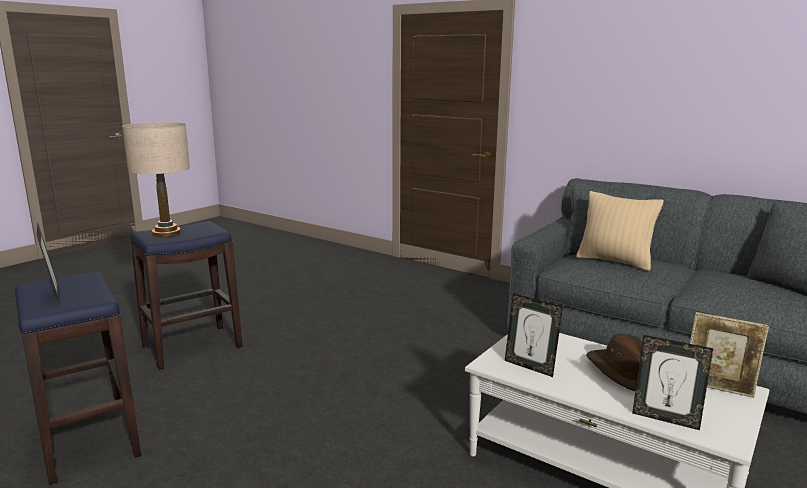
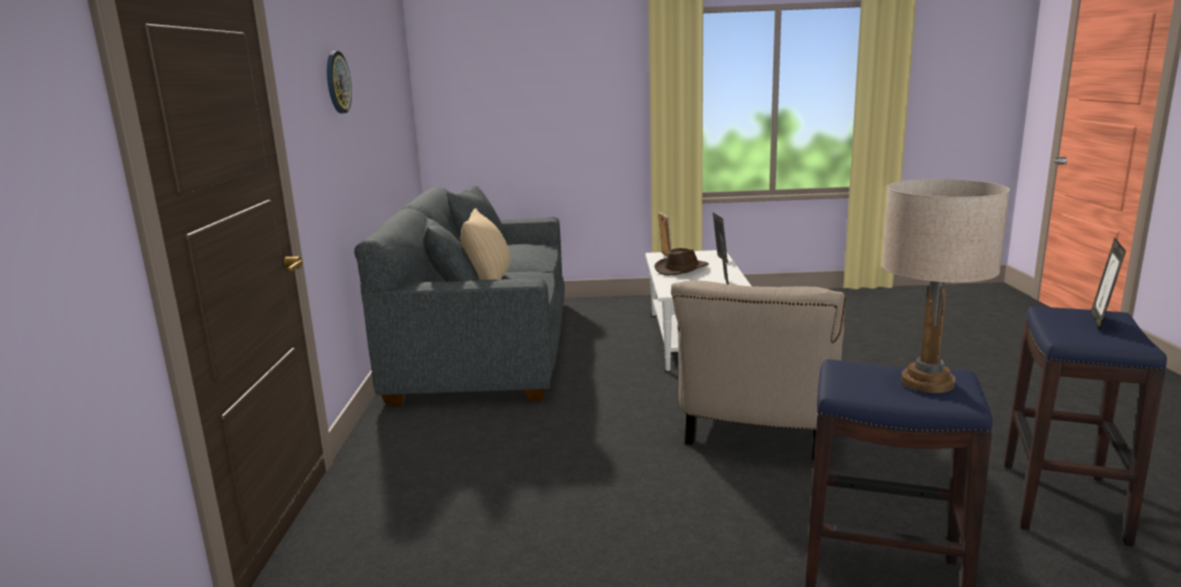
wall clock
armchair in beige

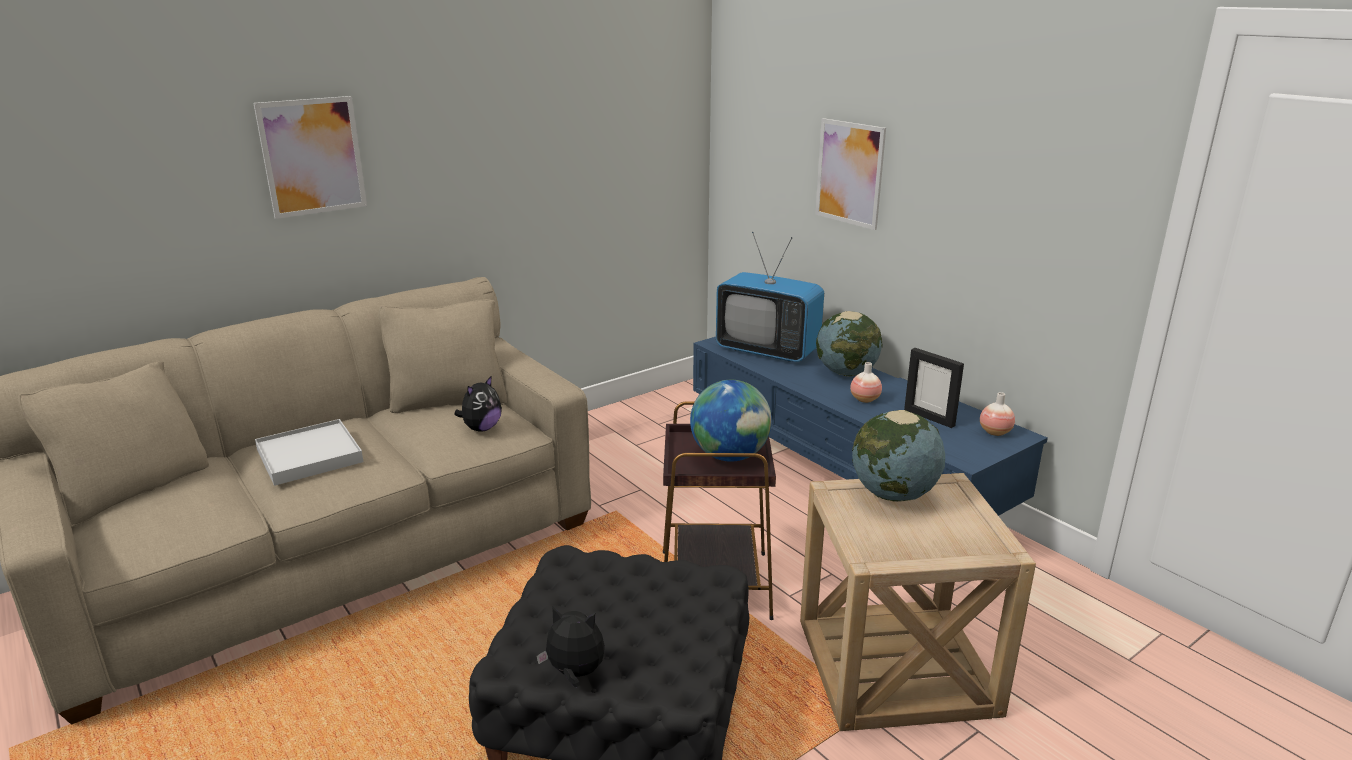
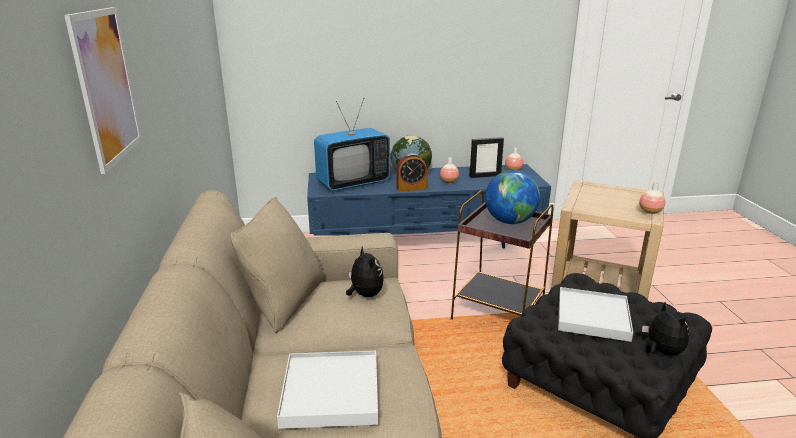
picture (no. 2 from left in the first image)
globe (no. 3 from left in the first image)
soft toy (no. 2 from left)
alarm clock
flower vase (no. 3 from left)
serving tray in whitish (no. 2 from left)

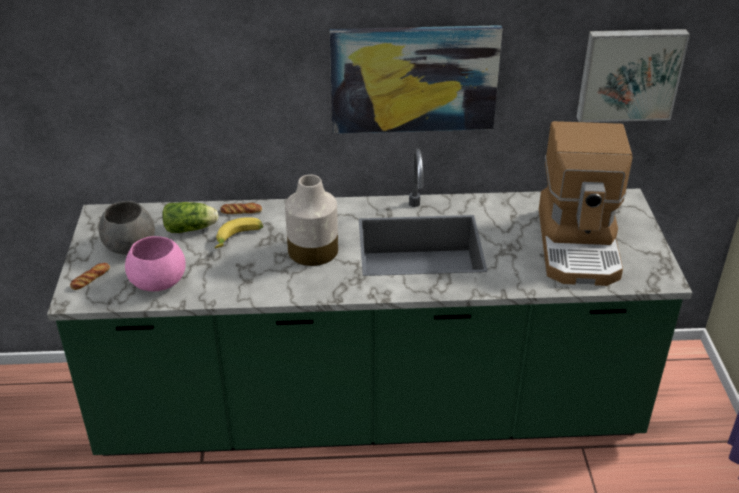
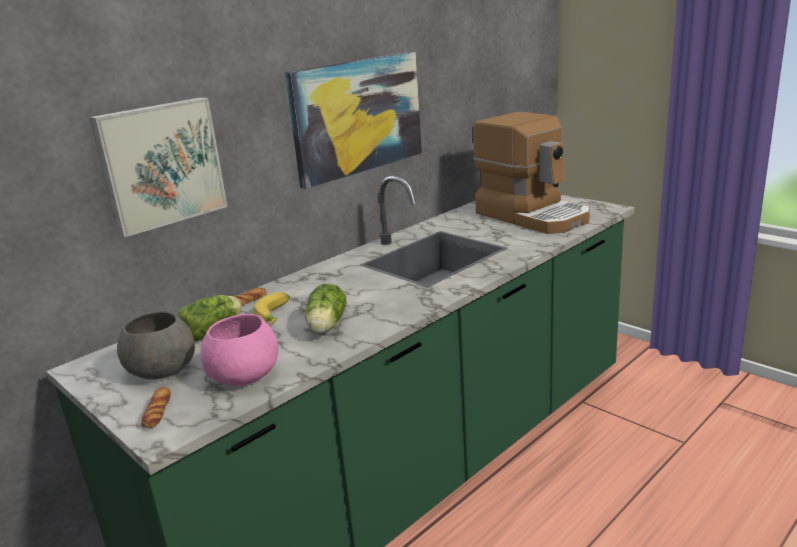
picture (no. 1 from left)
flower vase in beige
lettuce (no. 2 from left)

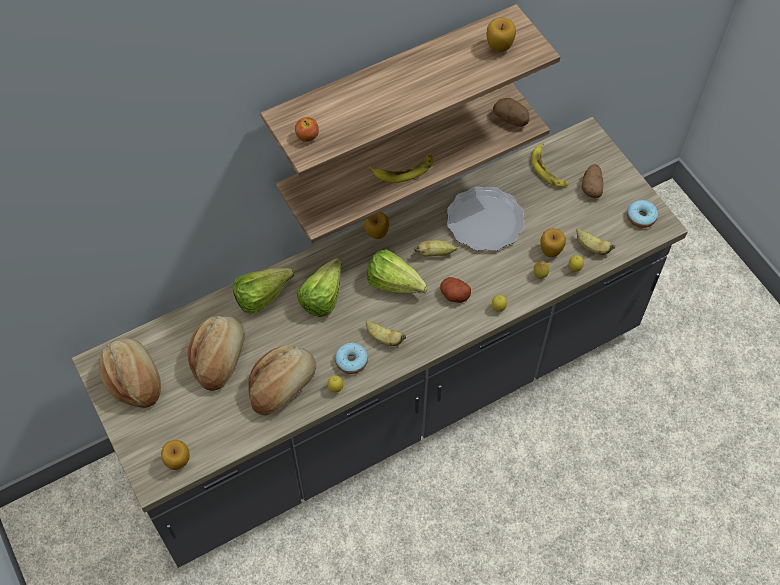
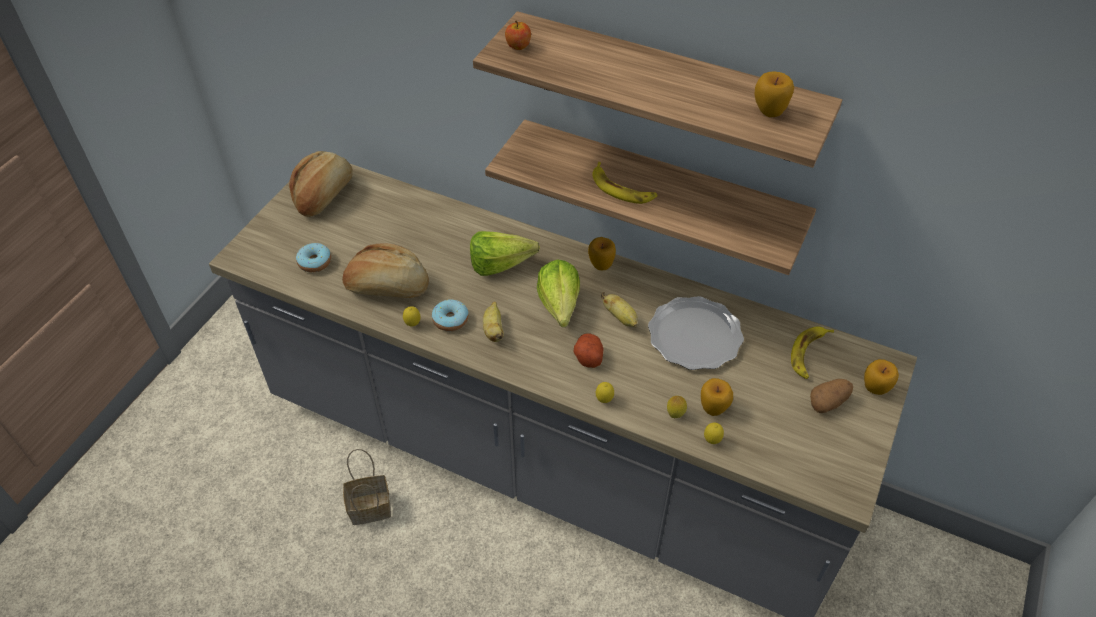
potato (no. 2 from left in the first image)
donut (no. 1 from left)
banana (no. 5 from left in the first image)
lettuce (no. 1 from left in the first image)
bakery bread (no. 2 from left in the first image)
whole apple (no. 5 from left)
storage basket

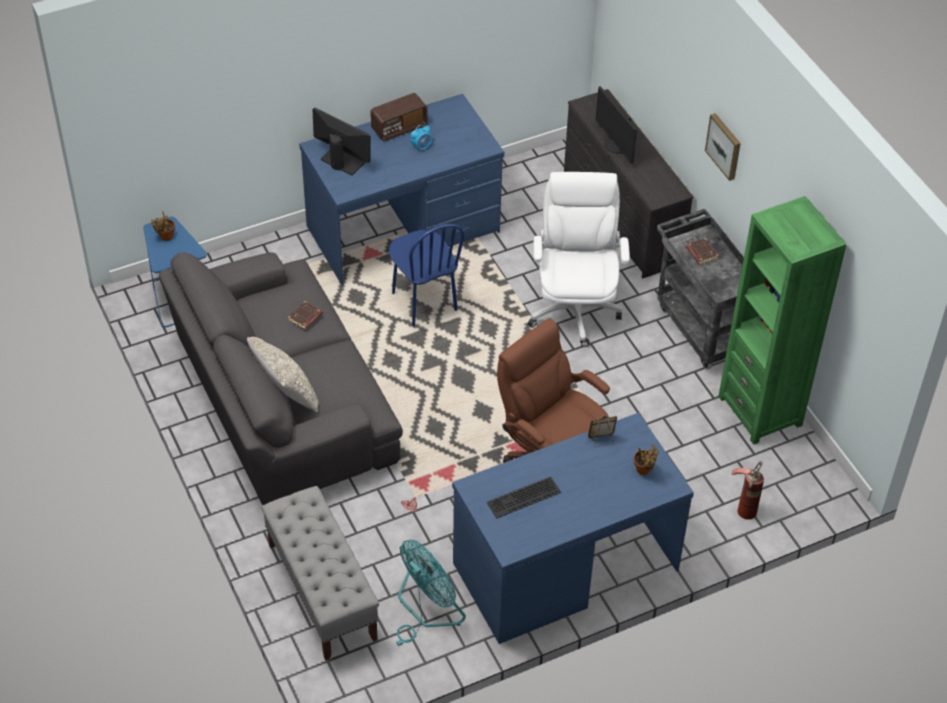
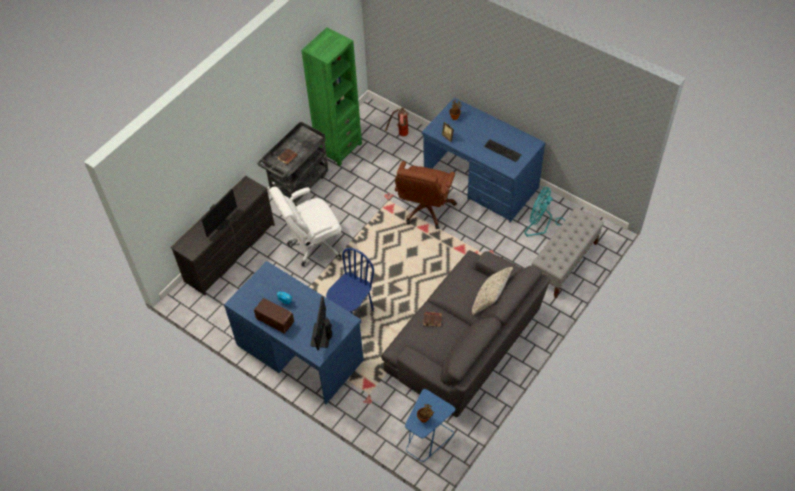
picture

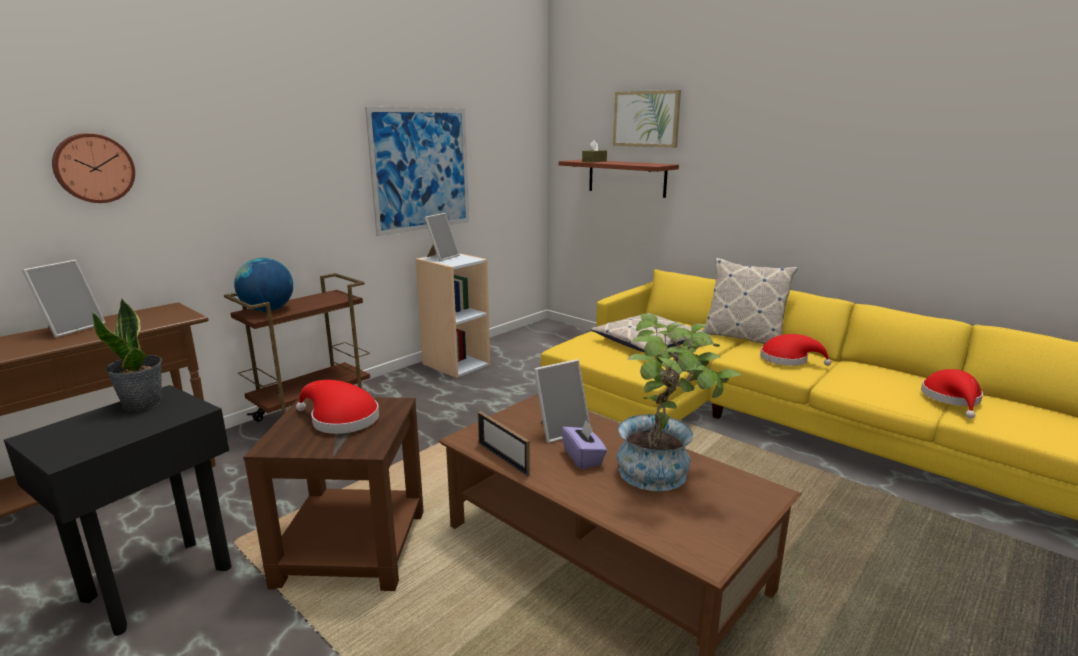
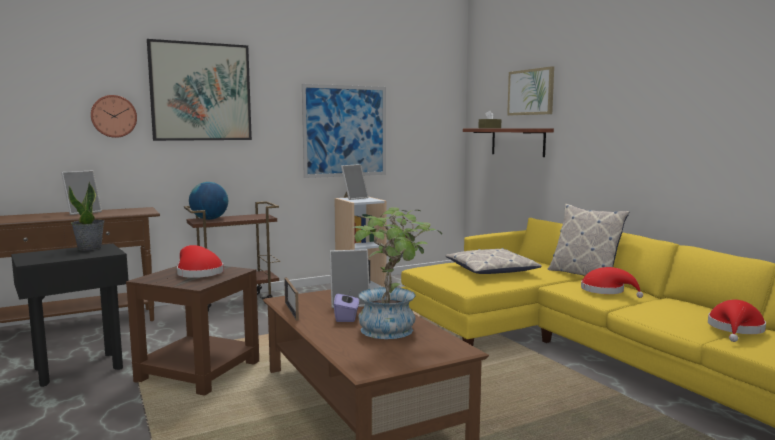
picture (no. 1 from left)

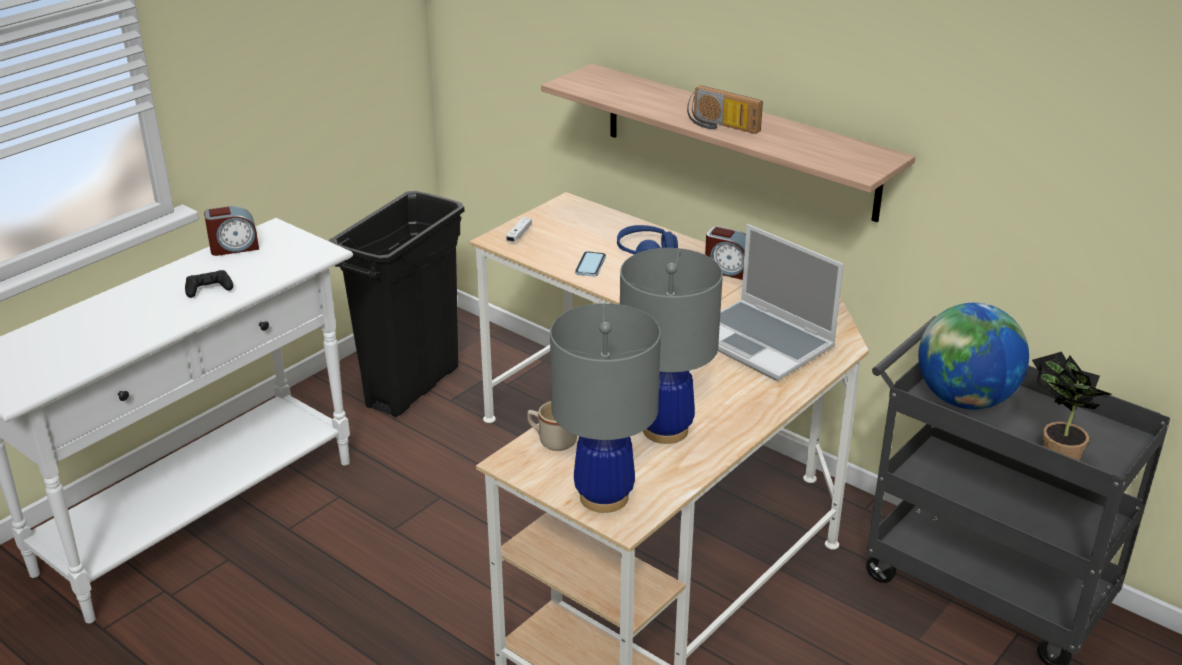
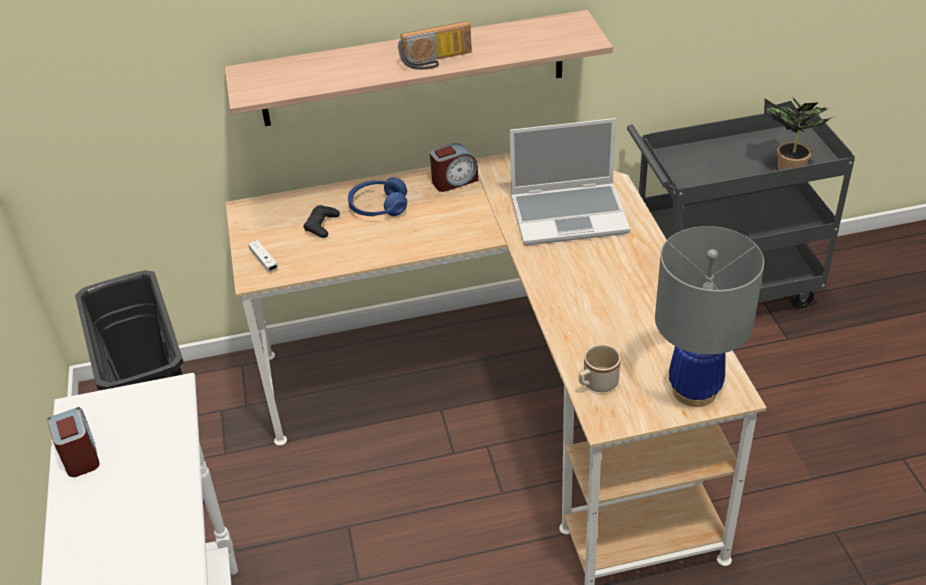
alarm clock (no. 1 from left)
table lamp in greyish (no. 2 from left in the first image)
phone
joypad in blackish
globe

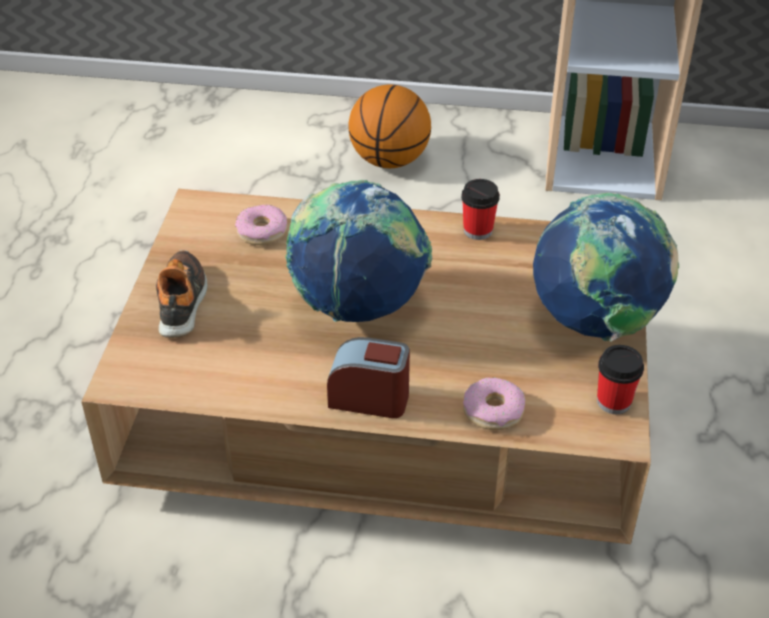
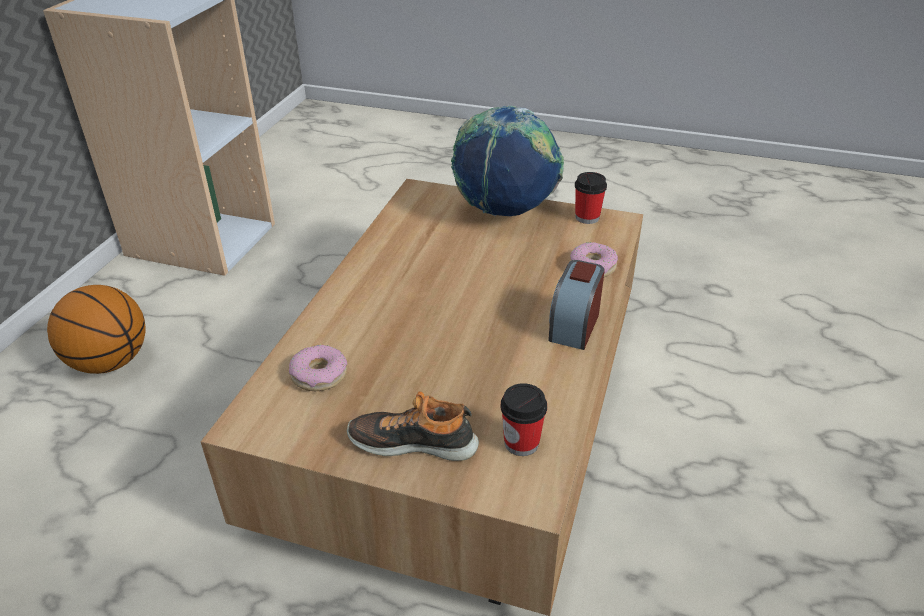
cup (no. 1 from left)
globe (no. 1 from left in the first image)

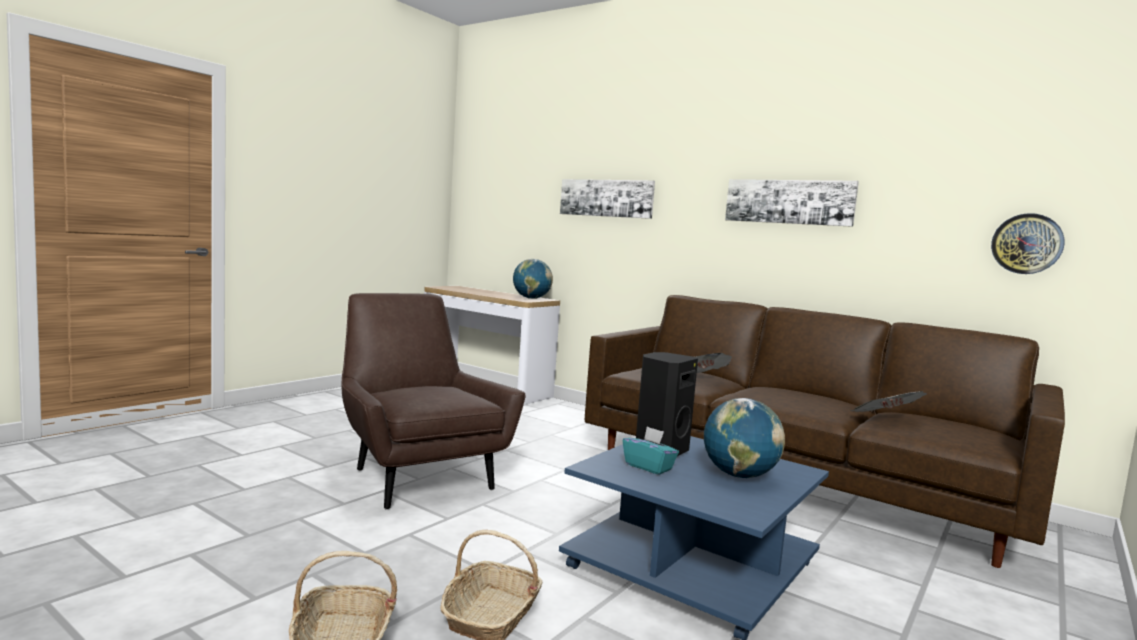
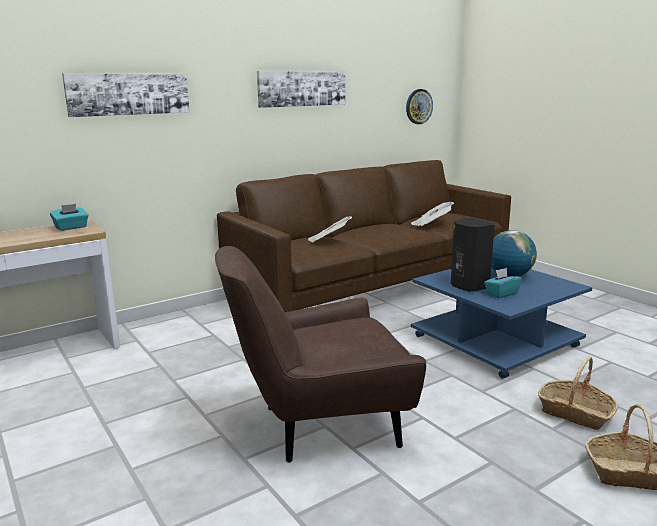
tissue holder in turquoise-coloured (no. 1 from left)

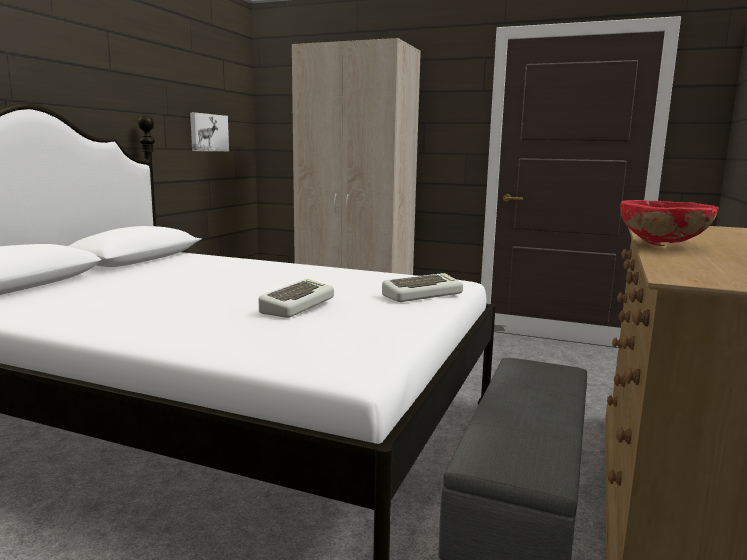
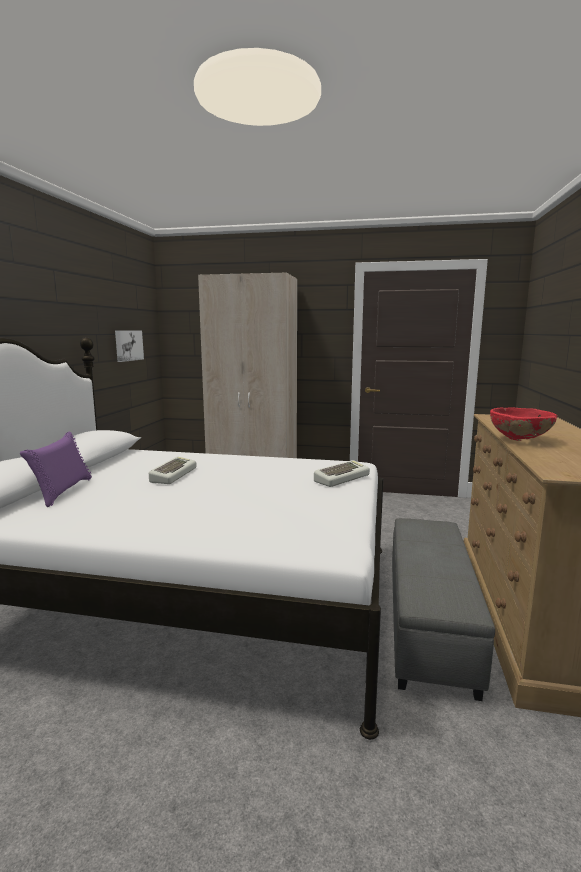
PC keyboard (no. 1 from left)
cushion in purple

